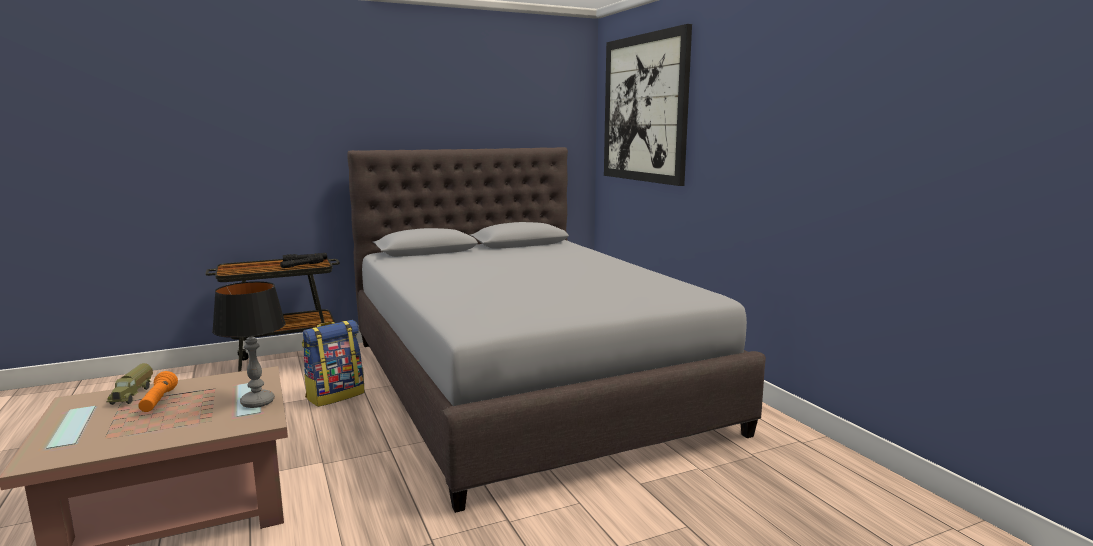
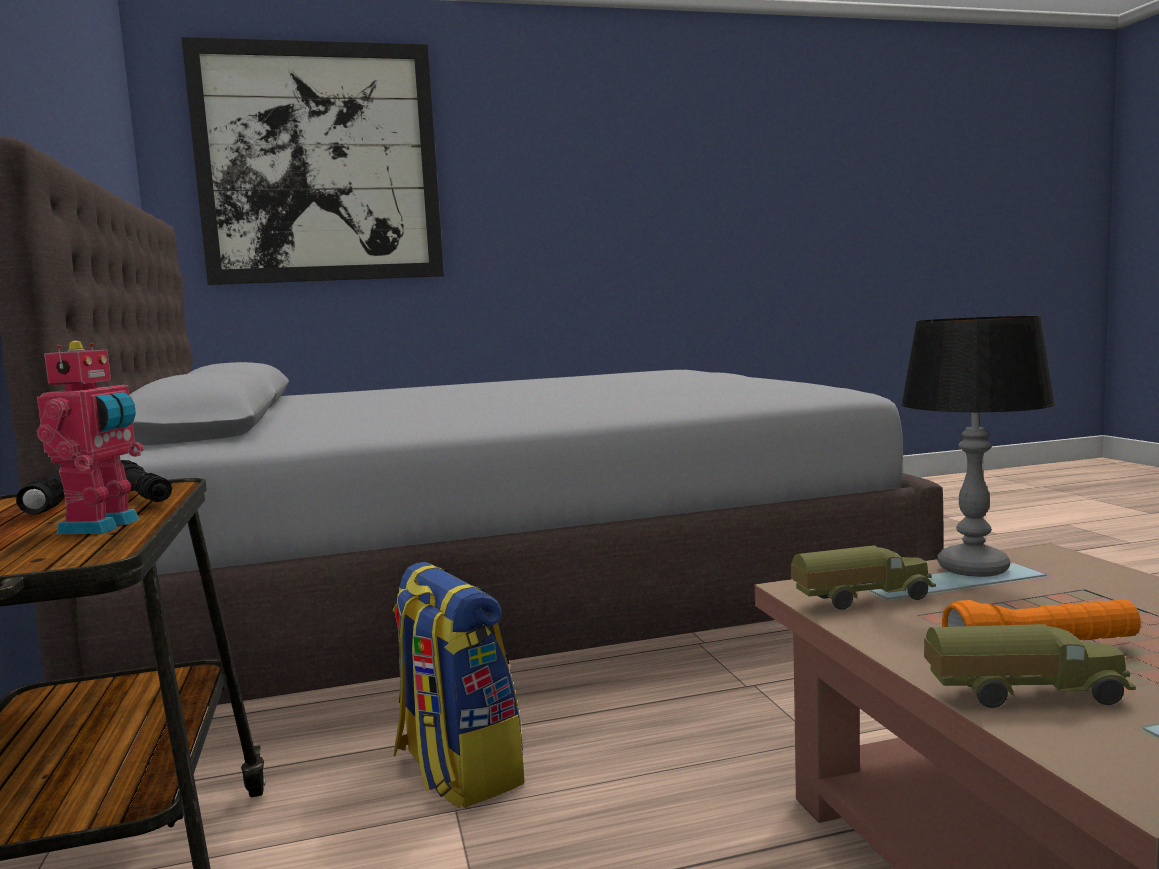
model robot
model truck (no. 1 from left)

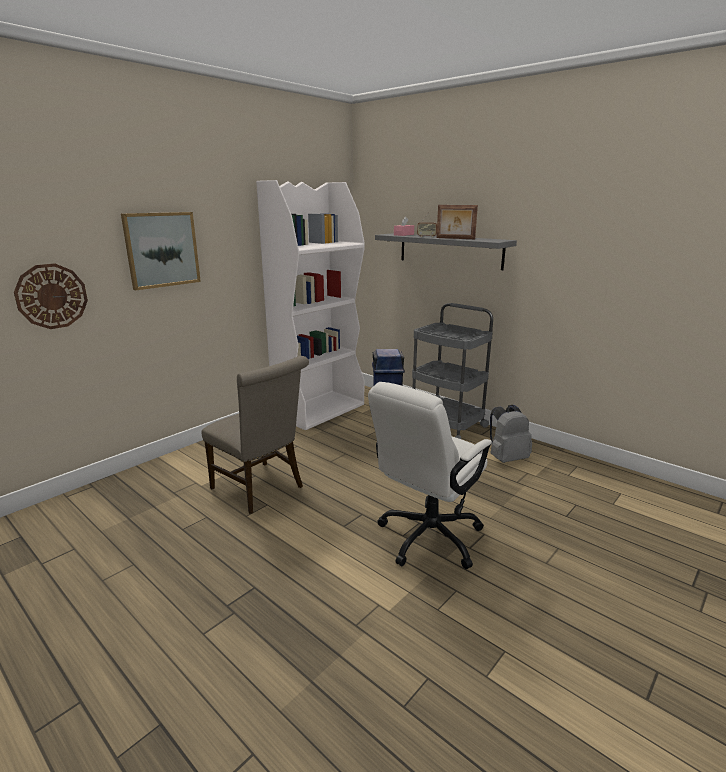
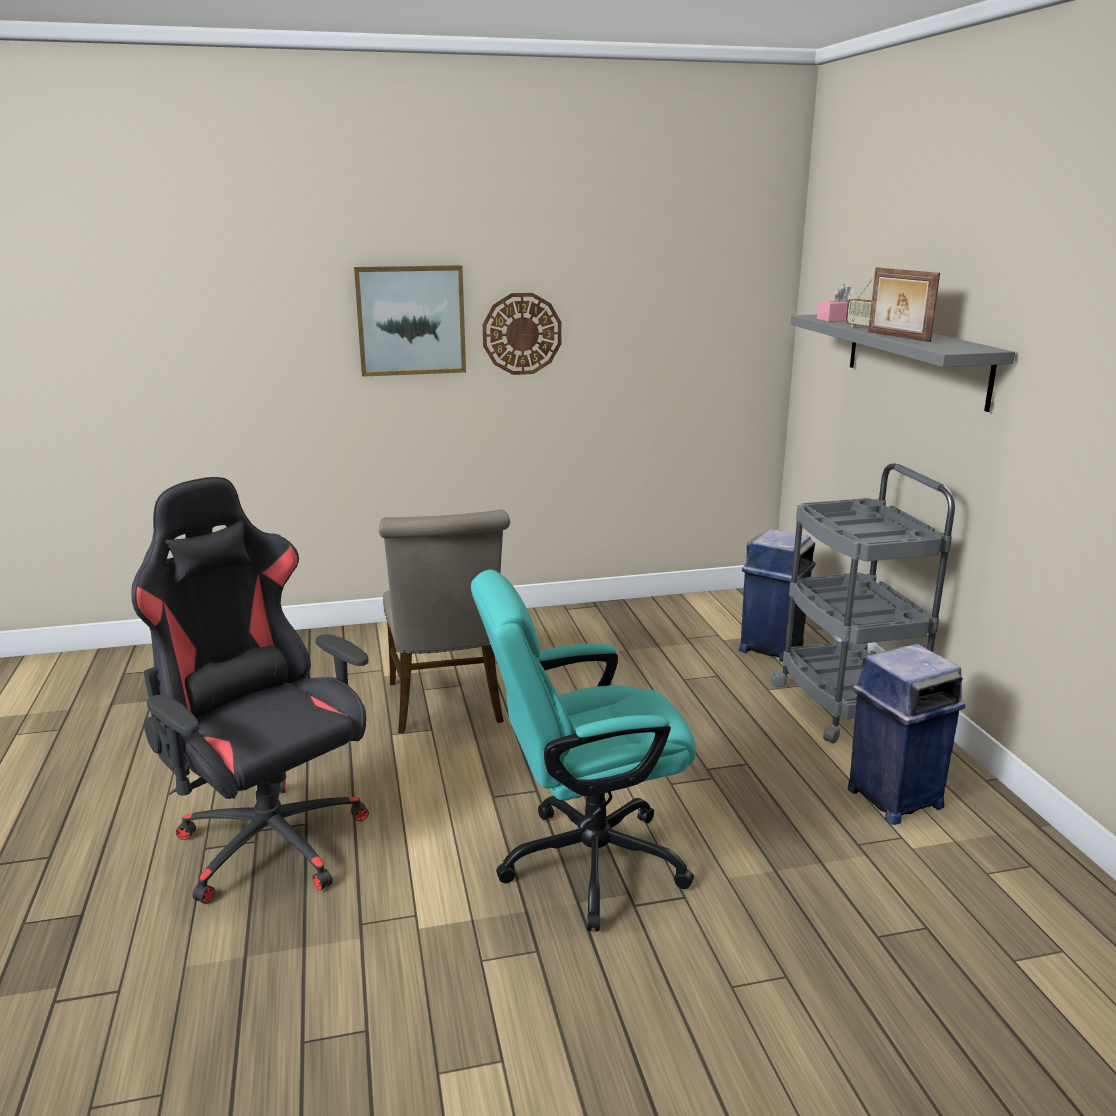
bookcase in whitish
wall clock
desk chair in turquoise-coloured
waste bin in blue (no. 2 from left)
desk chair in blackish

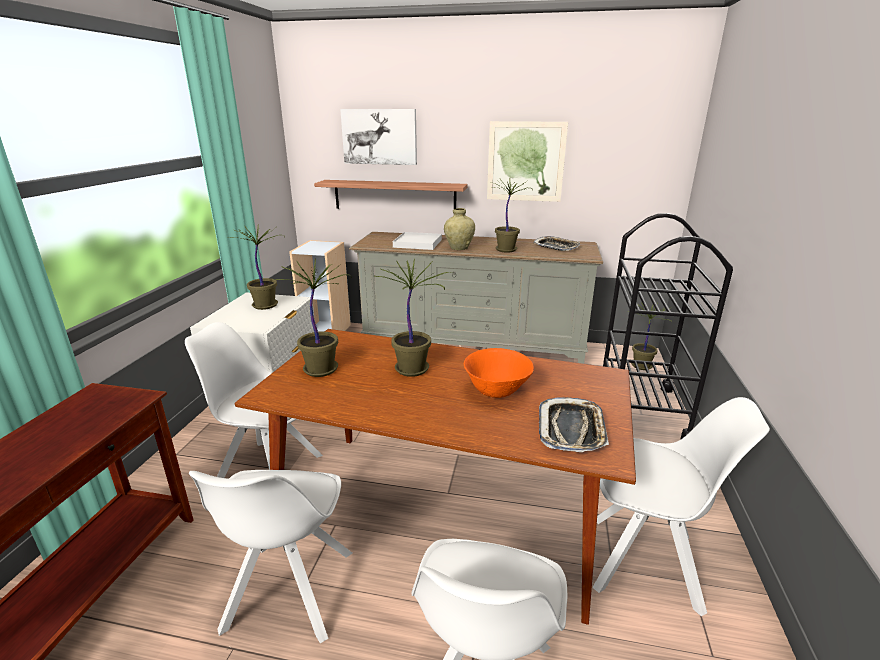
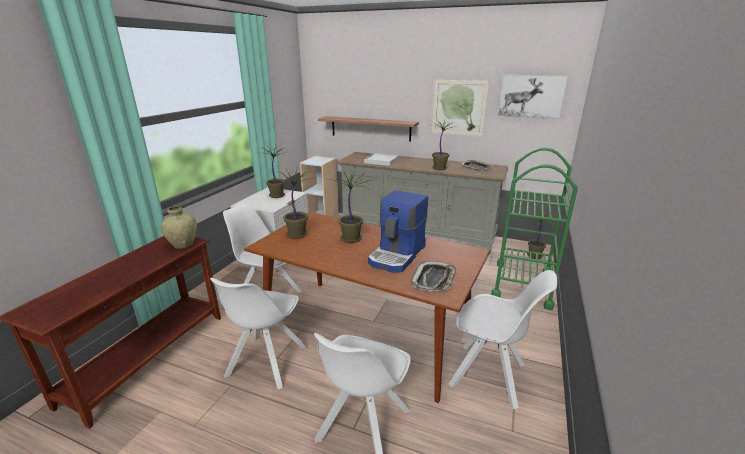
picture (no. 2 from left)
flower vase in beige
wheeled cart in green-coloured
coffee brewer

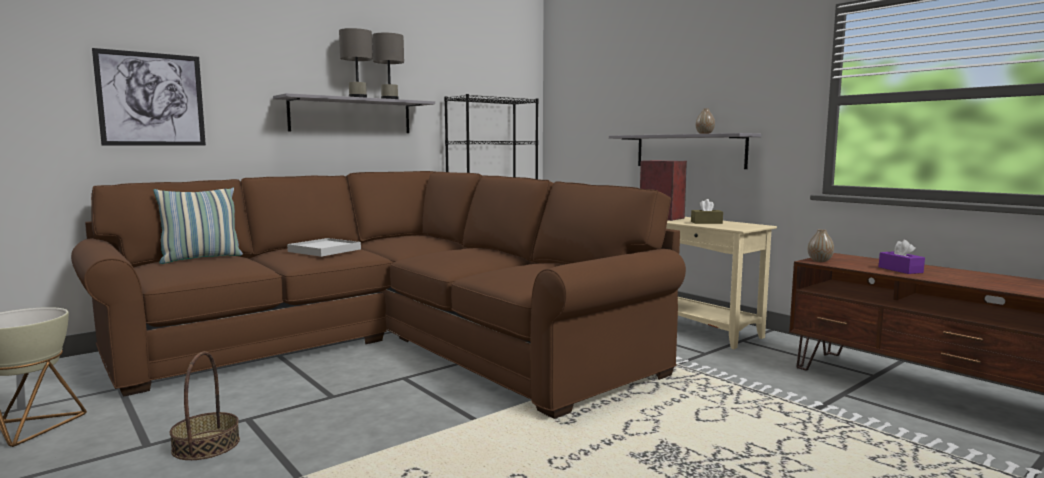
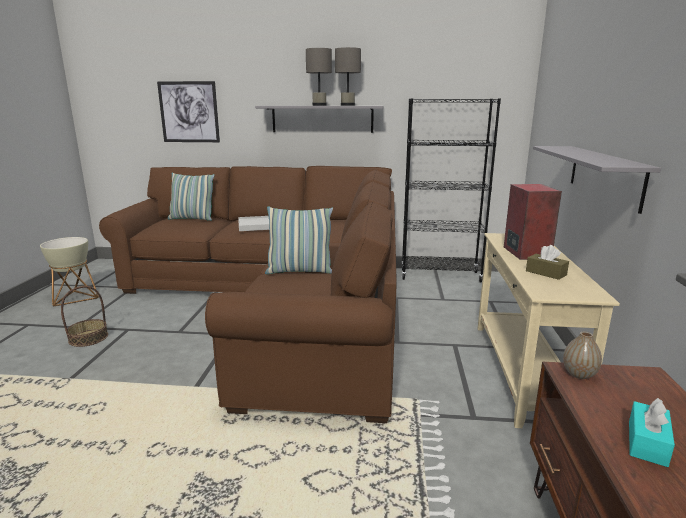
flower vase (no. 1 from left in the first image)
tissue holder in turquoise-coloured
cushion (no. 2 from left)

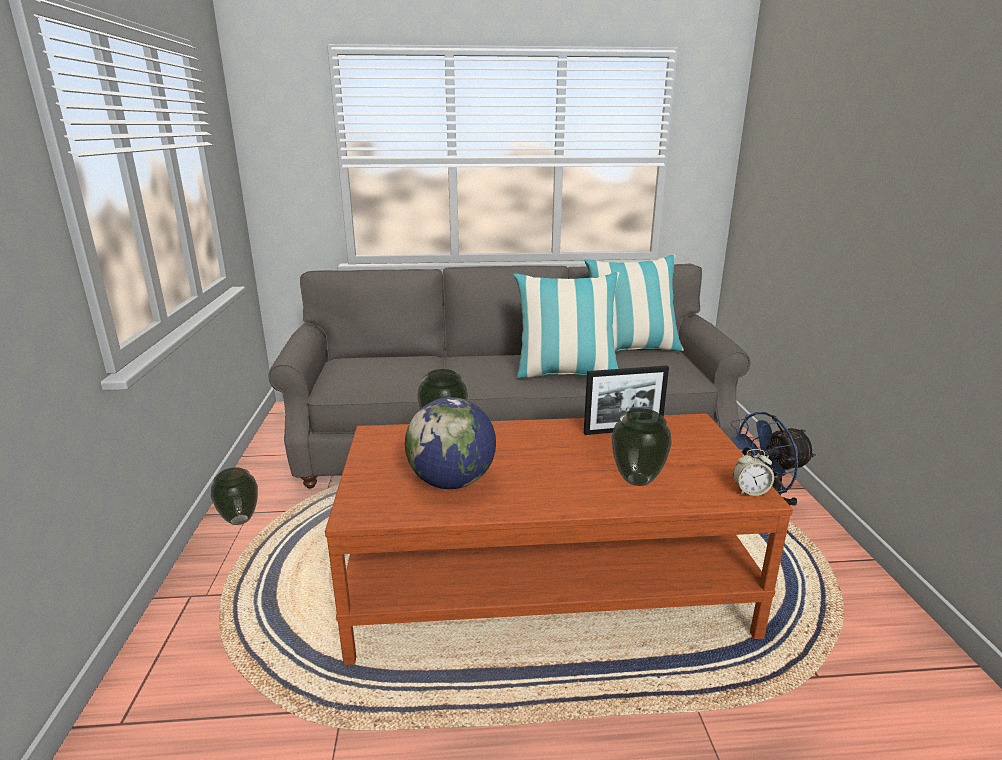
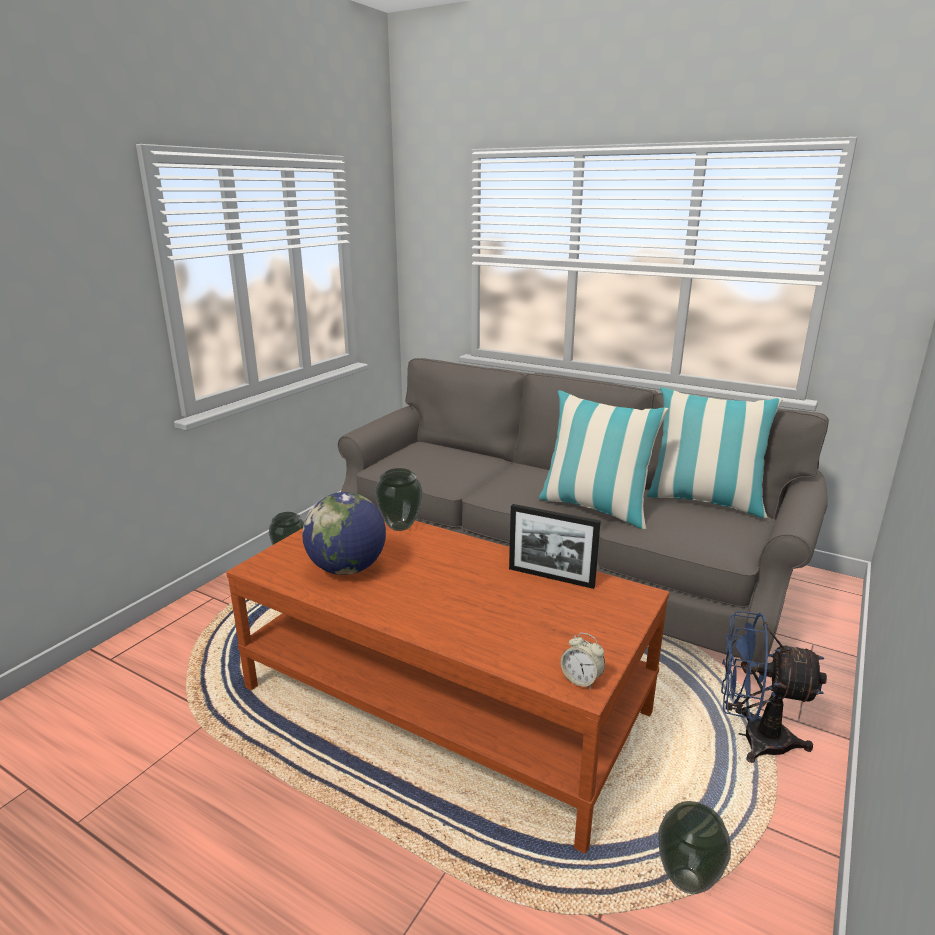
flower vase (no. 3 from left)

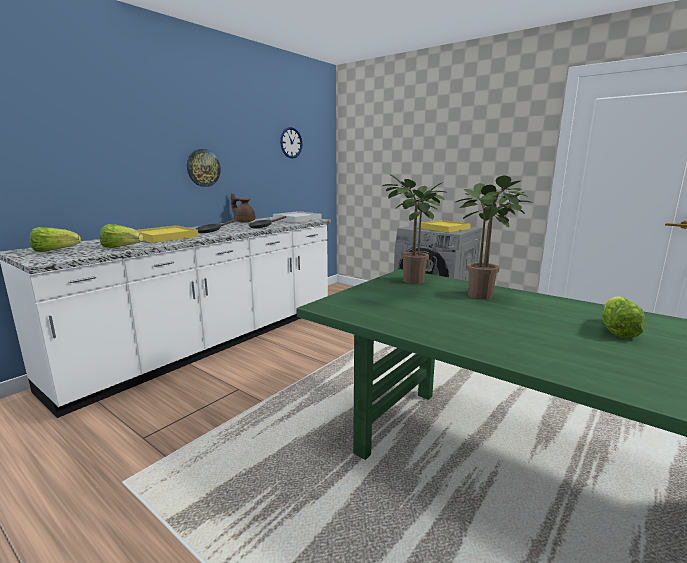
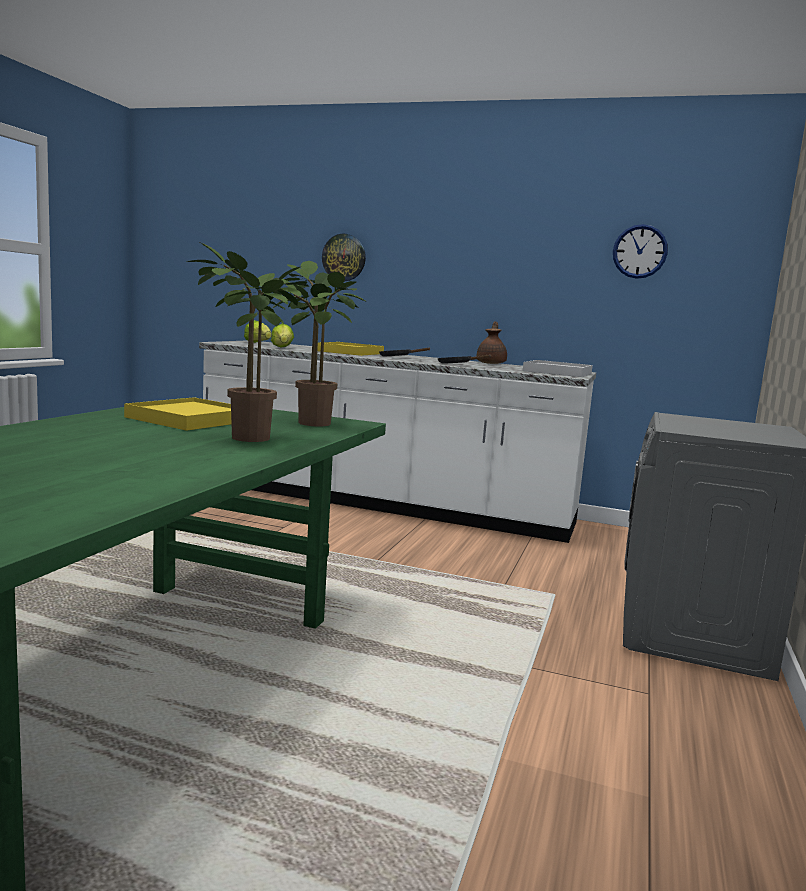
wall clock (no. 1 from left)
serving tray in yellow-coloured (no. 1 from left)
lettuce (no. 3 from left in the first image)

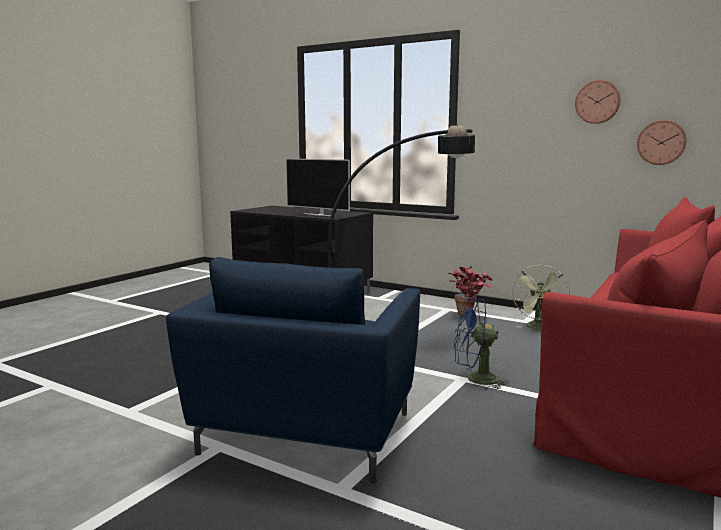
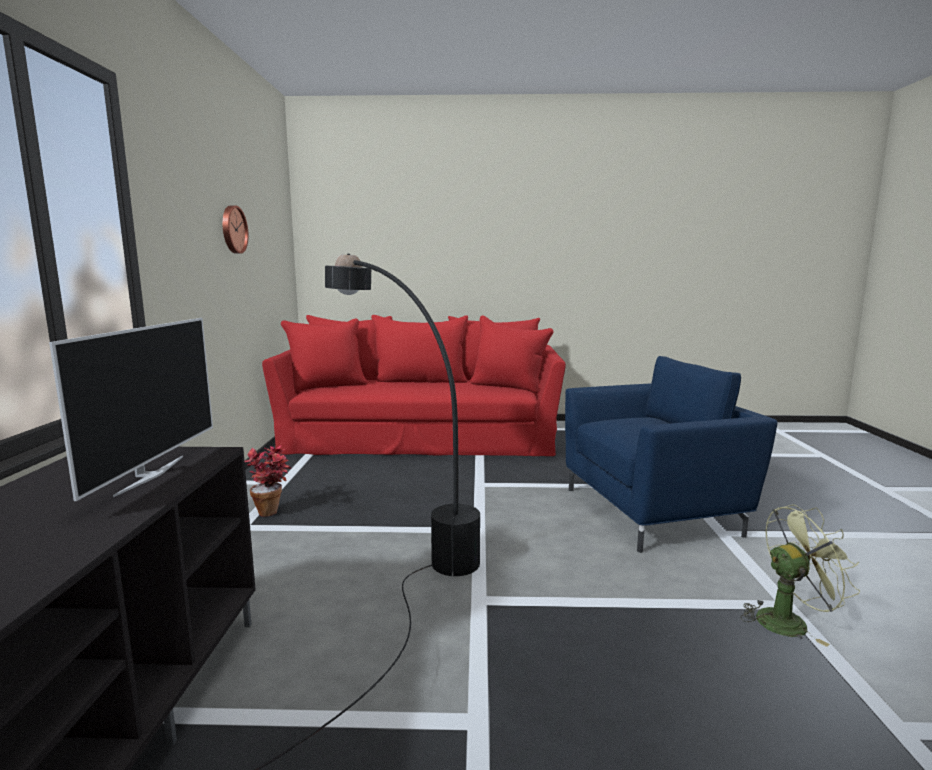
wall clock (no. 2 from left in the first image)
electric fan in green-coloured
electric fan in blue

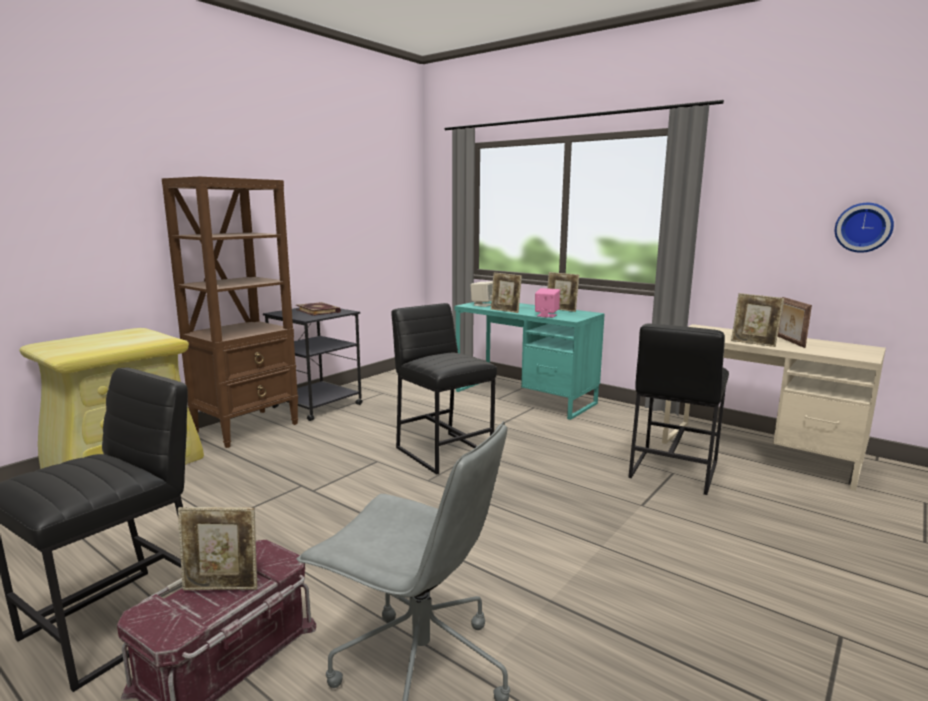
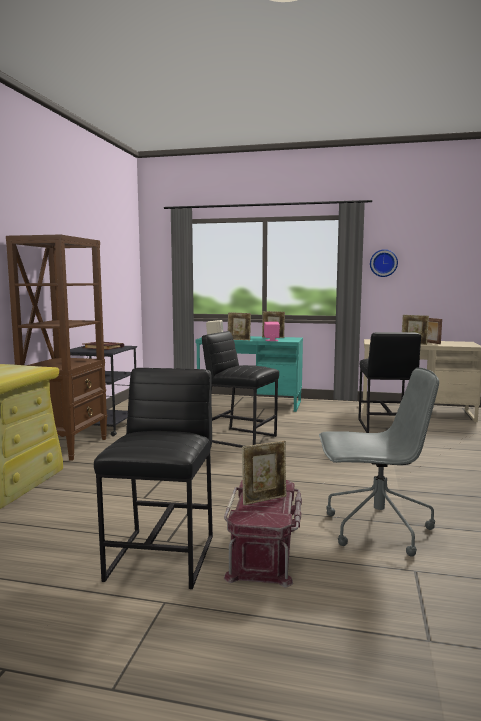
wall clock

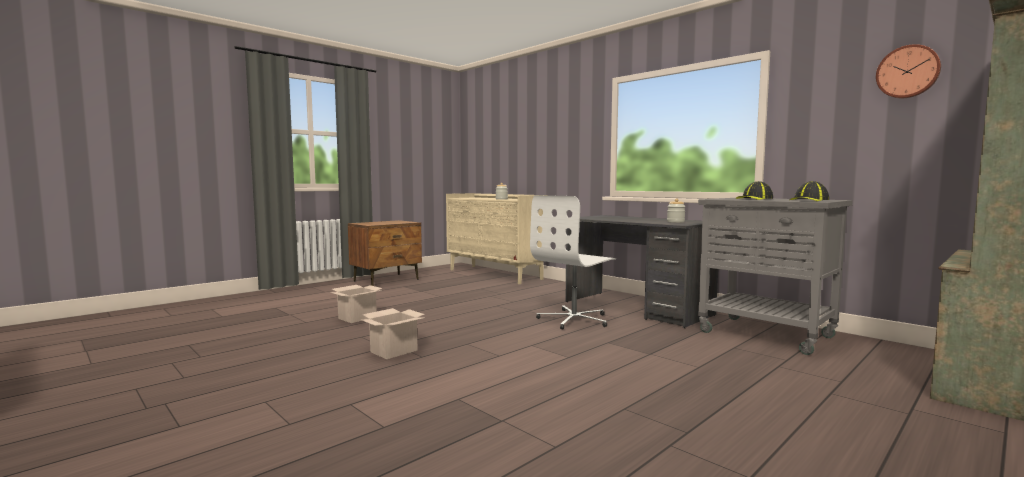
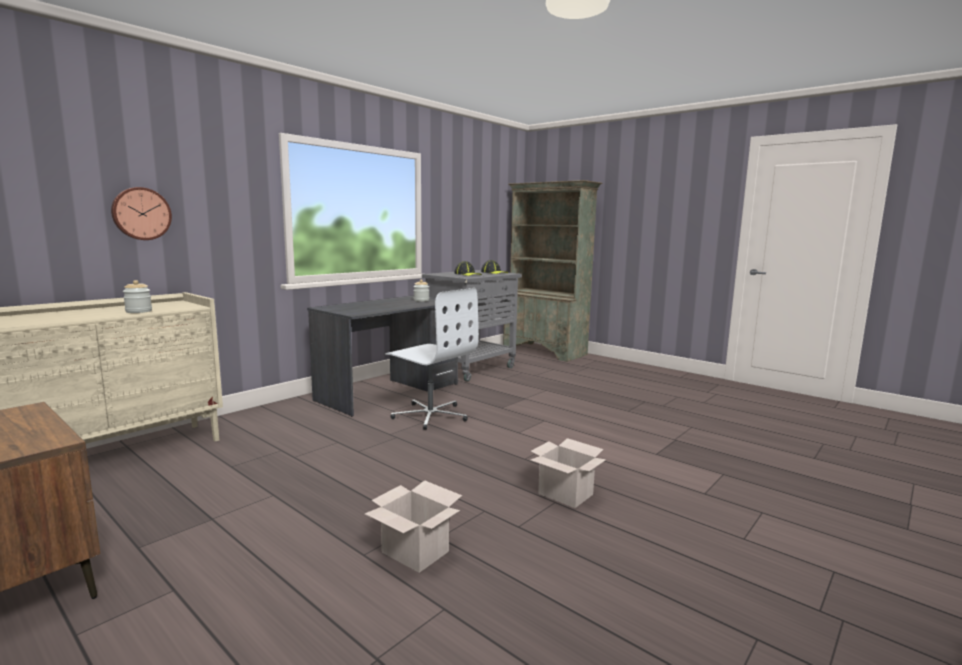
wall clock

